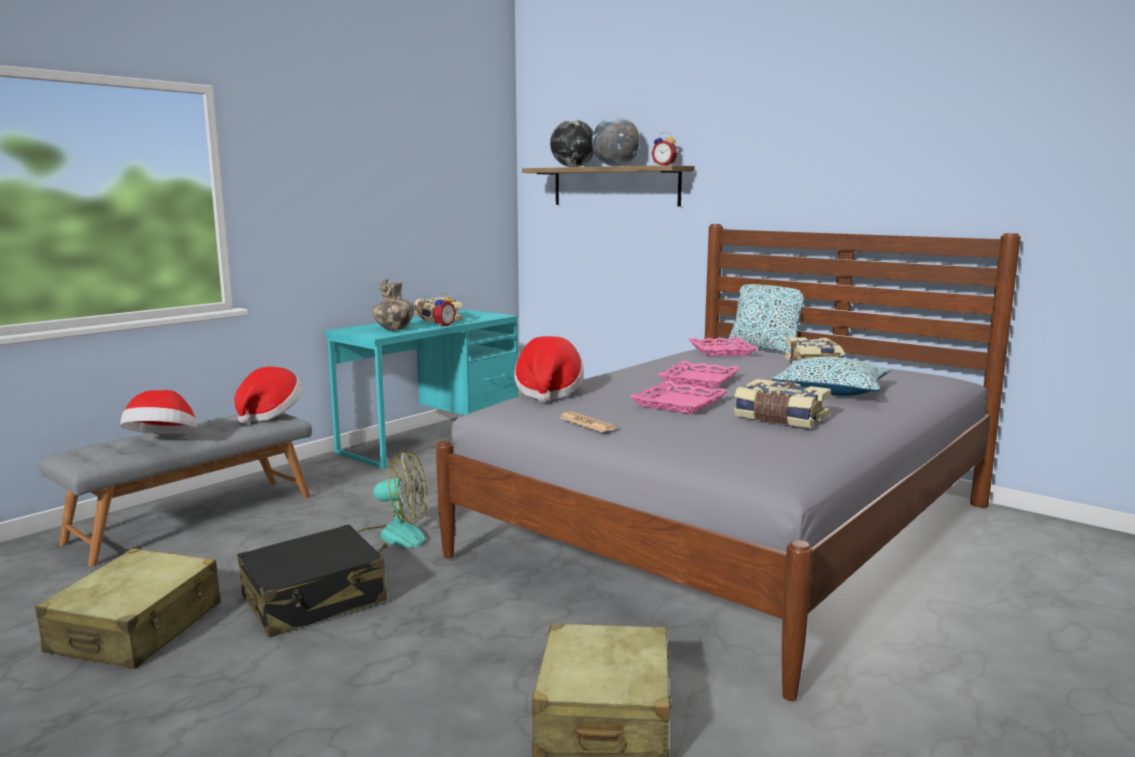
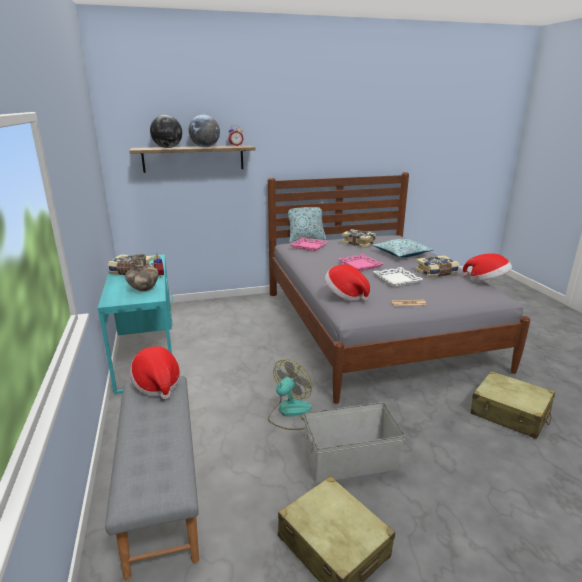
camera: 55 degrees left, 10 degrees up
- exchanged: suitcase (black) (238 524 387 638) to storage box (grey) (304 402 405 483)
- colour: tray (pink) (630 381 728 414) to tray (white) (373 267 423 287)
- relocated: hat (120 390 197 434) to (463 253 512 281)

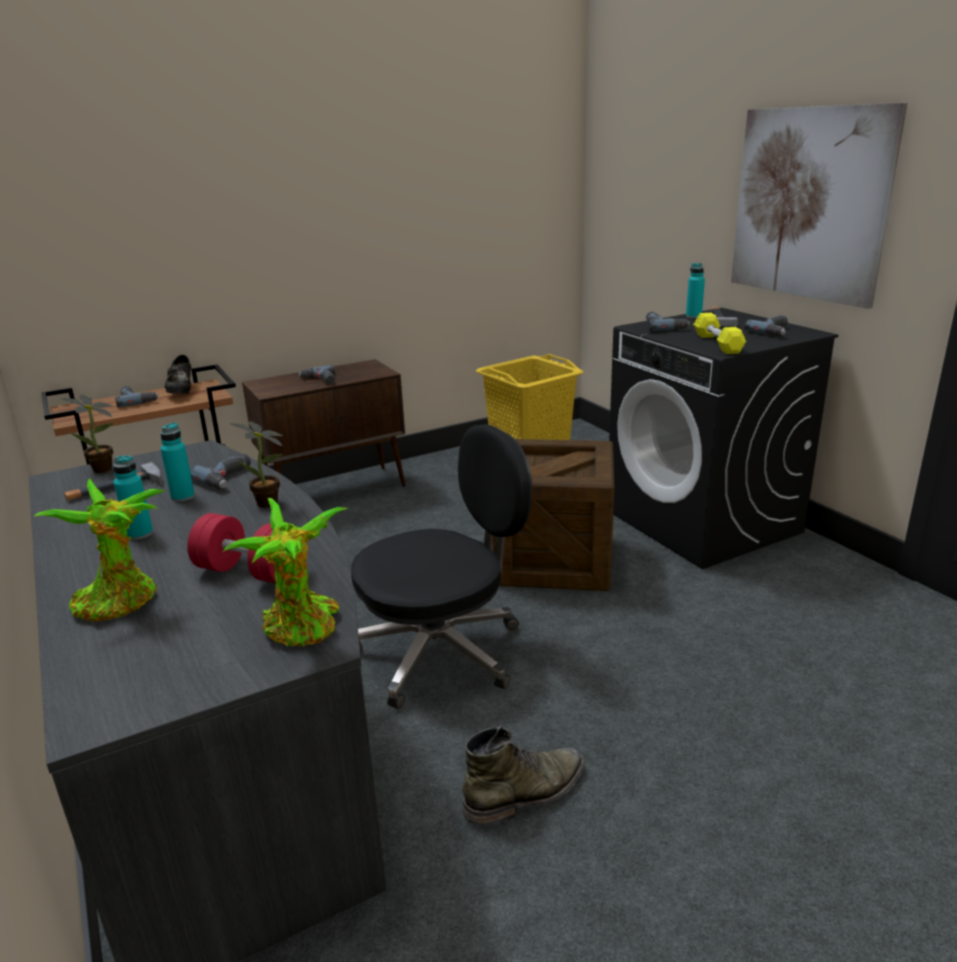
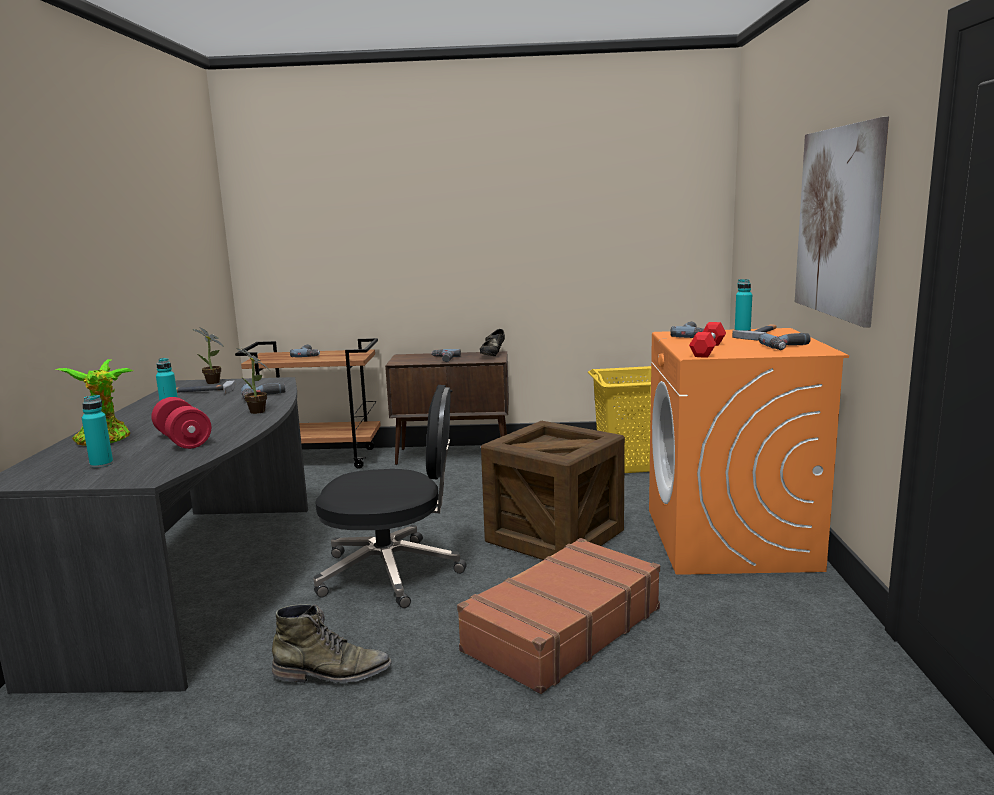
camera: 30 degrees right, 10 degrees down
- relocated: bottle (turquoise) (160 423 195 502) to (82 395 113 468)
- appeared: suitcase (brown) (457 538 660 694)
- relocated: shoe (black) (165 355 191 394) to (480 329 505 356)
- colour: washing machine (black) (609 308 838 569) to washing machine (orange) (649 328 849 575)
- colour: dumbbell (yellow) (693 313 746 354) to dumbbell (red) (689 322 726 358)
- missing: potted plant (222 498 349 646)

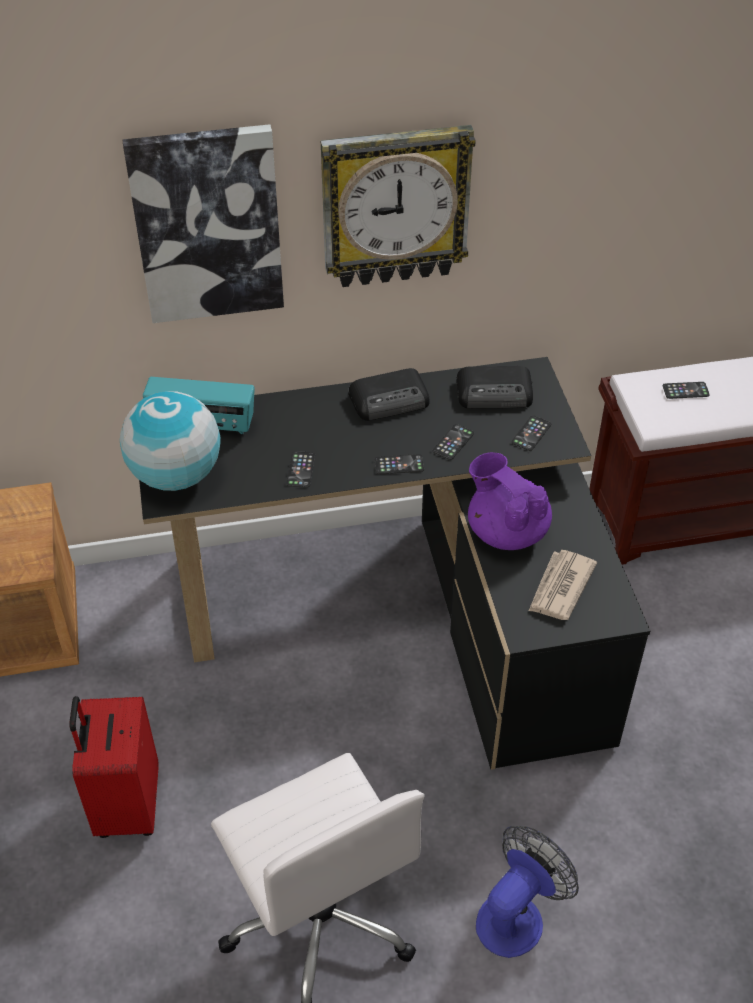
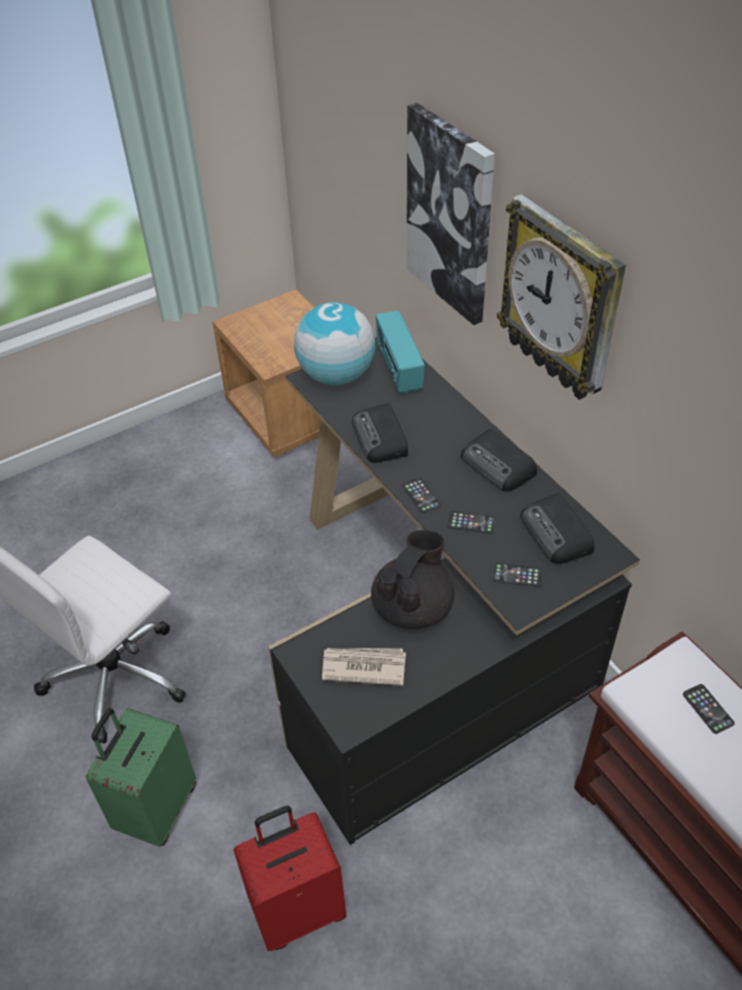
camera: 70 degrees right, 0 degrees up
- exchanged: fan (476 826 579 958) to suitcase (green) (86 708 196 847)
- relocated: suitcase (red) (69 696 159 838) to (234 805 346 951)
- exchanged: phone (286 451 315 488) to radio (352 403 408 463)
- colour: teapot (purple) (468 452 552 550) to teapot (black) (371 530 455 629)

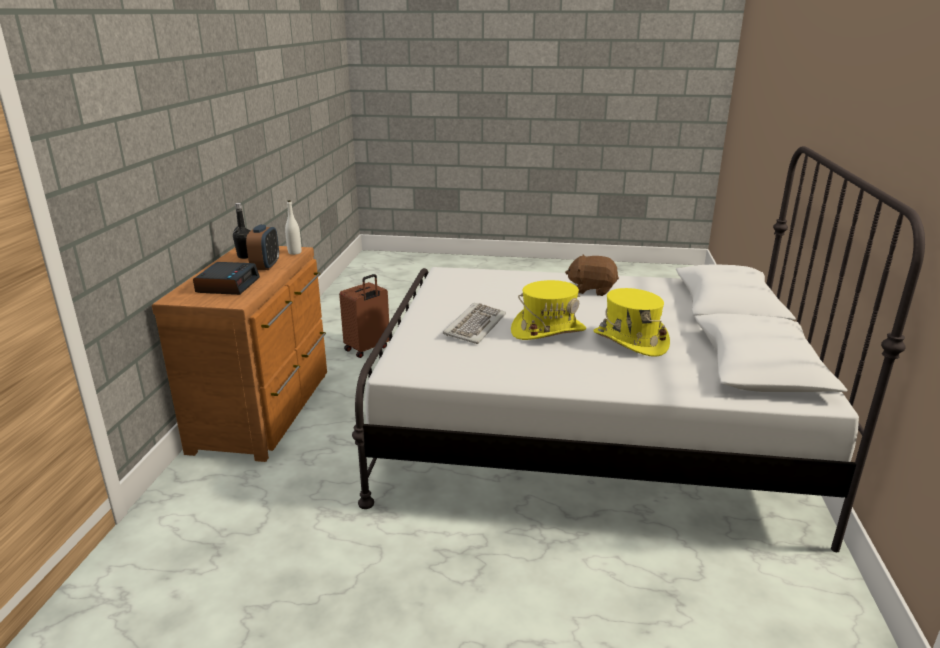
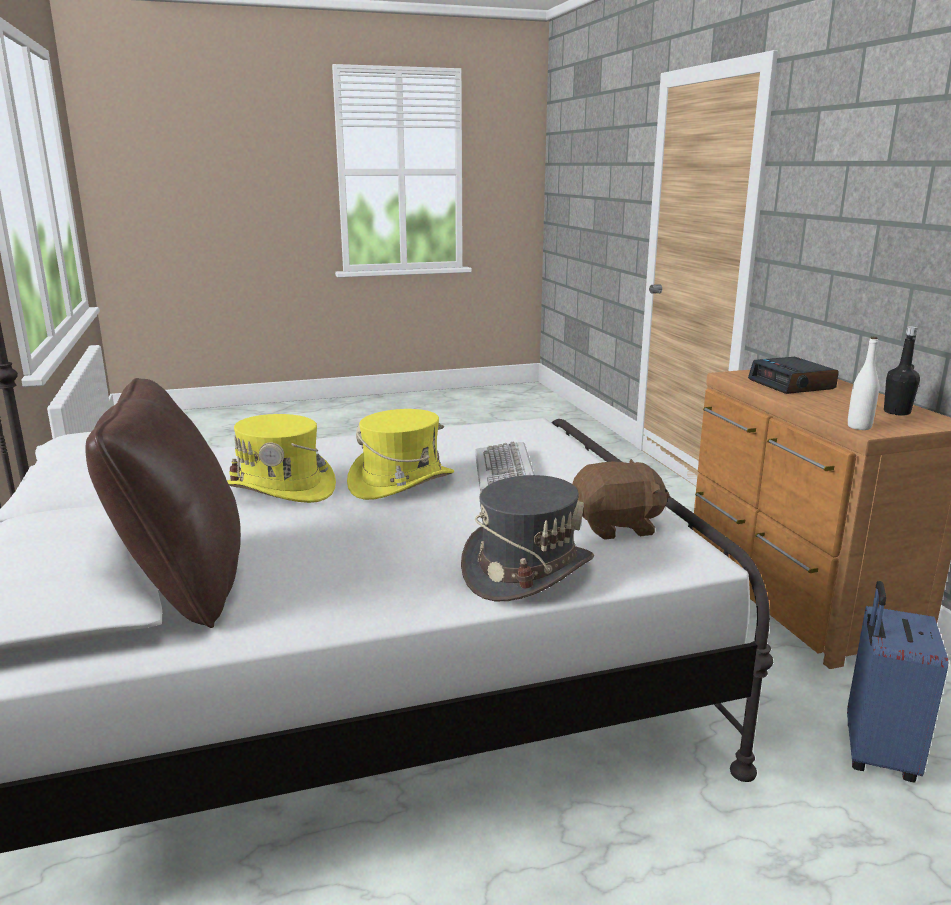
camera: 155 degrees right, 5 degrees down
- appeared: pillow (brown) (85 378 241 628)
- appeared: hat (grey) (461 475 594 601)
- relocated: plush toy (brown) (565 255 619 296) to (573 459 669 540)
- colour: suitcase (brown) (339 274 389 358) to suitcase (blue) (847 581 948 782)
- missing: alarm clock (246 225 279 270)

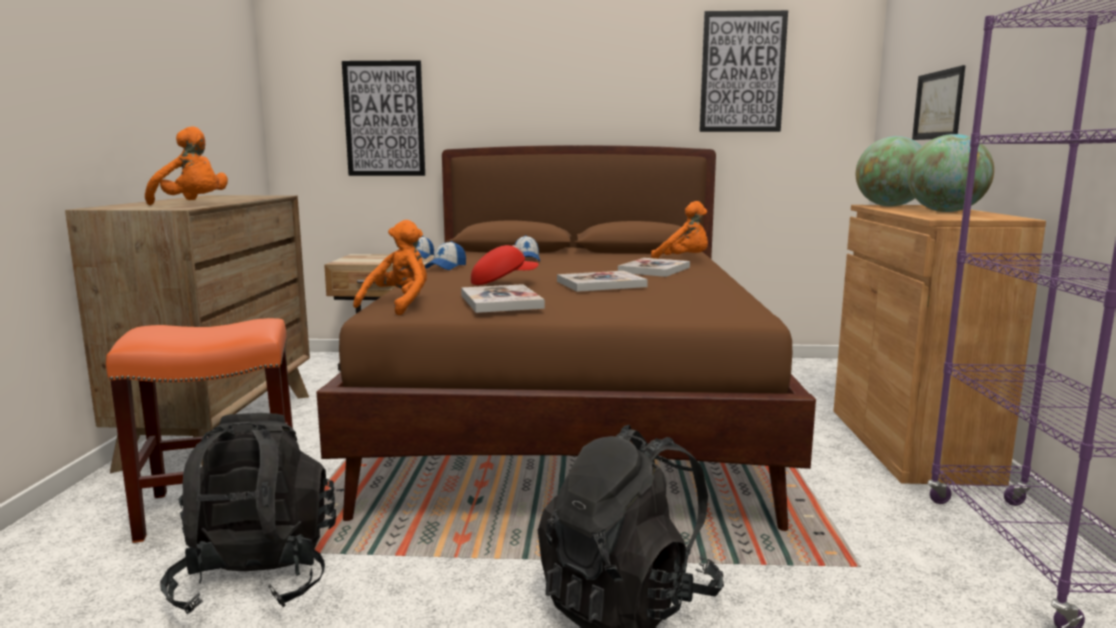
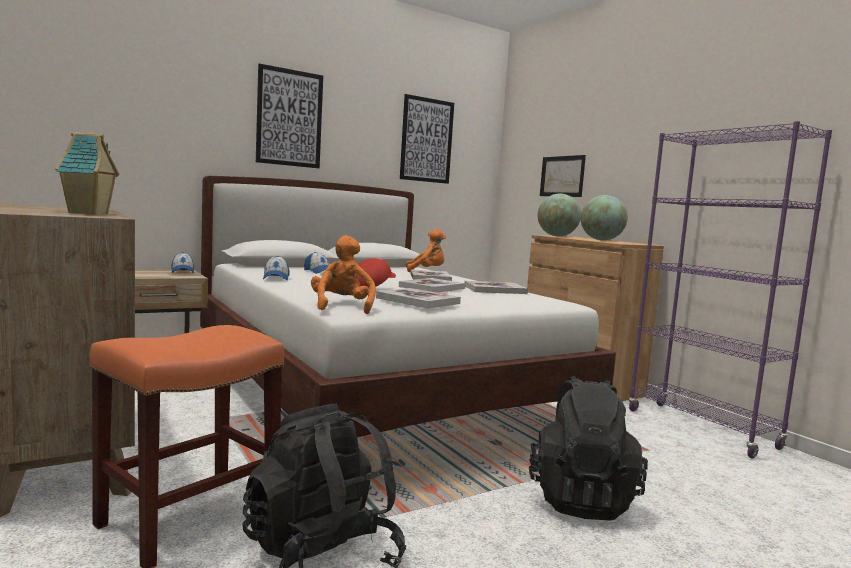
camera: 35 degrees left, 5 degrees down
- exchanged: plush toy (orange) (145 126 228 205) to toy house (55 132 119 215)
- colour: bed (brown) (316 145 816 531) to bed (white) (200 176 616 437)
- relocated: picture (342 60 425 176) to (256 64 323 168)
- appeared: book (464 281 528 294)

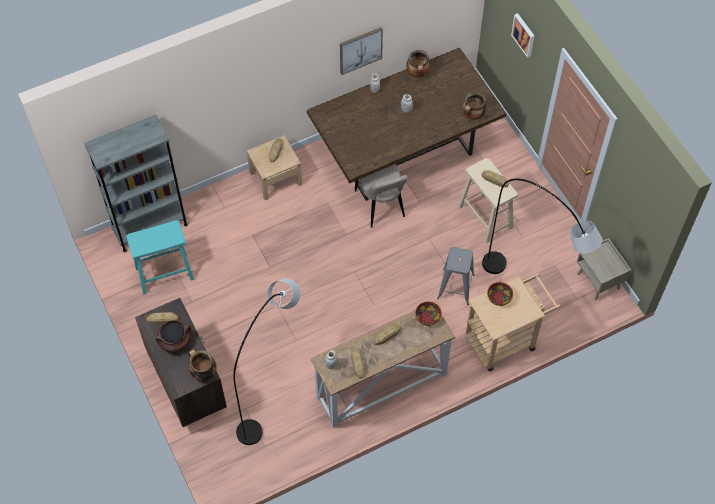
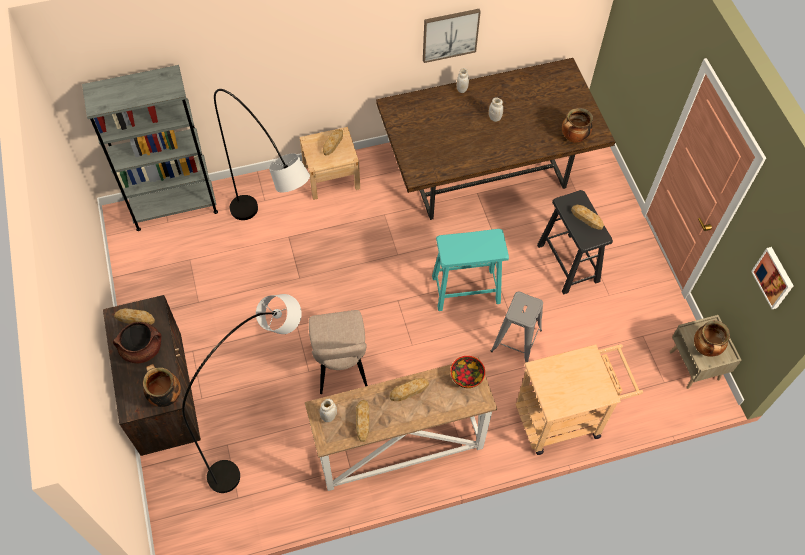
camera: 10 degrees right, 0 degrees up
- relocated: floor lamp (grey) (482 179 602 274) to (214 89 310 220)
- relocated: chair (beige) (355 164 408 228) to (309 310 368 394)
- relocated: stool (turquoise) (126 220 194 294) to (432 229 509 311)
- colour: stool (beige) (458 158 518 243) to stool (black) (537 190 613 294)
- relocated: cooking pot (406 50 430 78) to (694 320 730 357)
- relocated: picture (511 13 534 58) to (751 247 794 309)
- missing: bowl (487 282 513 306)

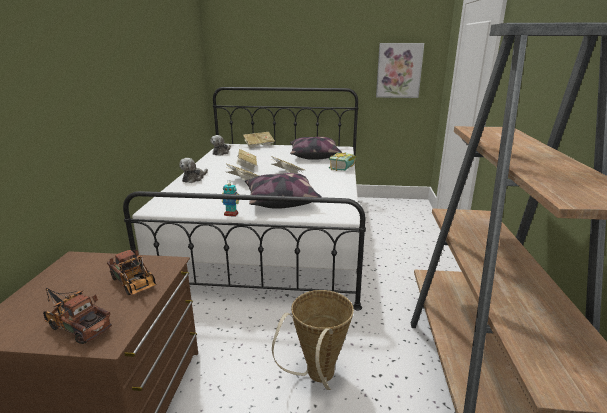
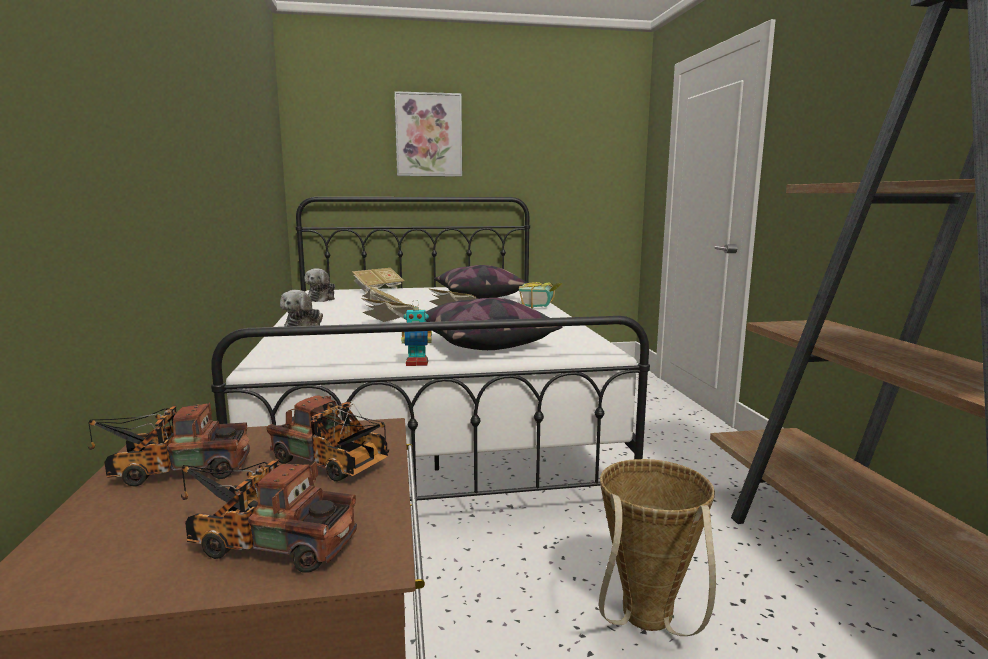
camera: 15 degrees left, 10 degrees down
- appeared: toy truck (88 402 250 487)
- relocated: picture (376 43 424 98) to (394 91 462 177)

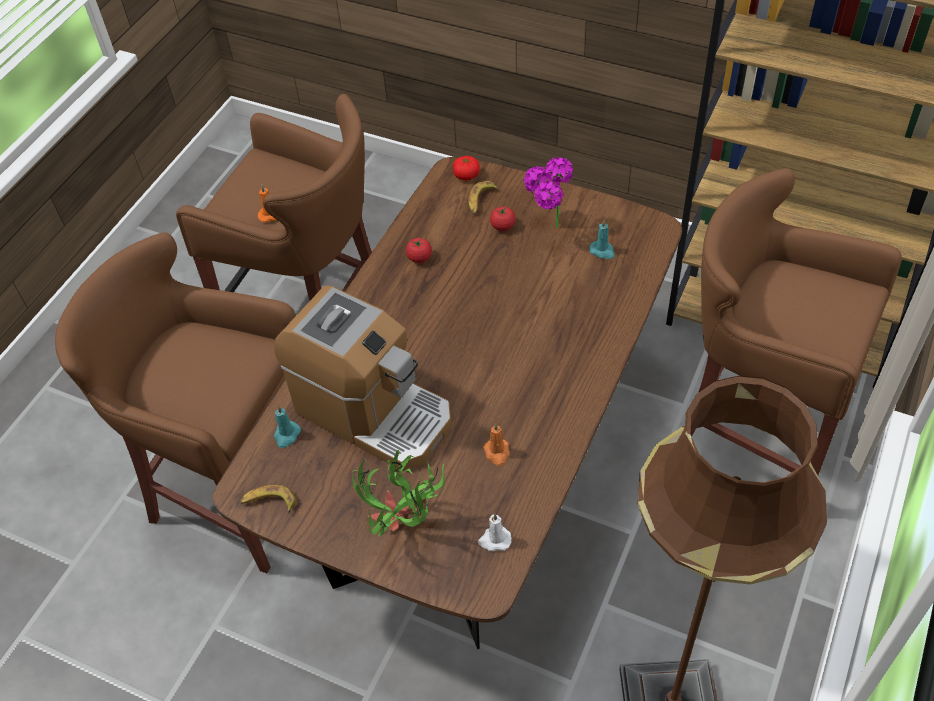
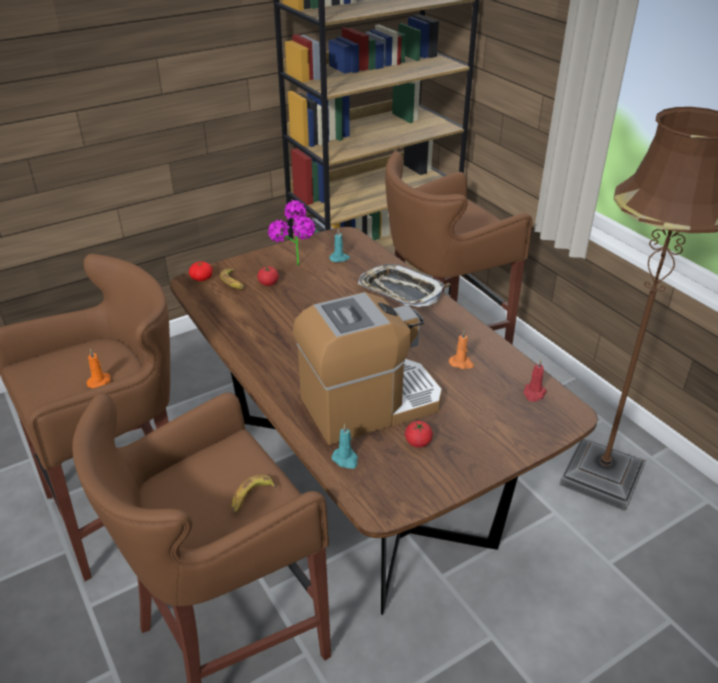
camera: 60 degrees left, 15 degrees down
- relocated: banana (240 485 296 514) to (232 475 276 514)
- appeared: tray (358 264 445 307)
- relocated: tomato (406 238 432 263) to (405 421 433 448)
- colour: candle (white) (478 513 512 551) to candle (red) (523 359 547 402)
- missing: potted plant (352 450 446 536)

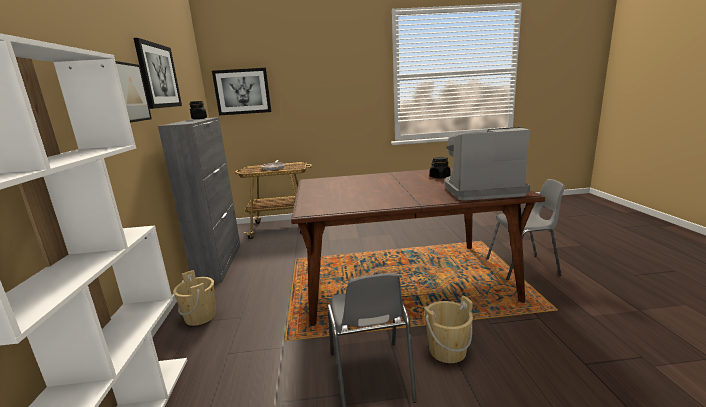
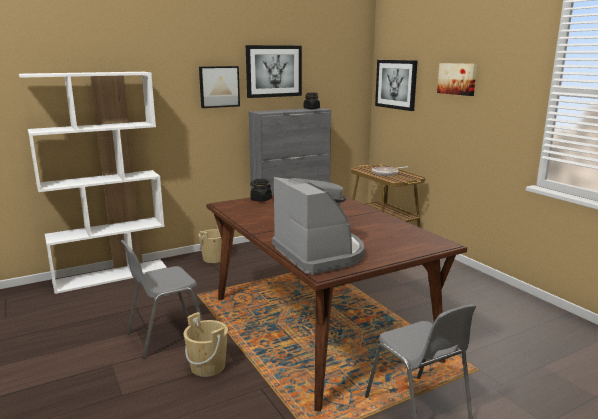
camera: 65 degrees right, 0 degrees up
- relocated: jar (black) (430 157 451 179) to (250 179 272 202)
- appeared: picture (437 63 477 96)

